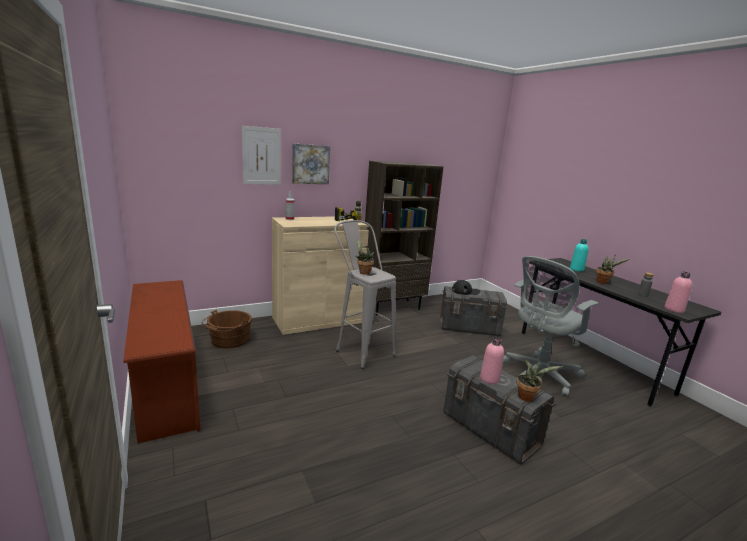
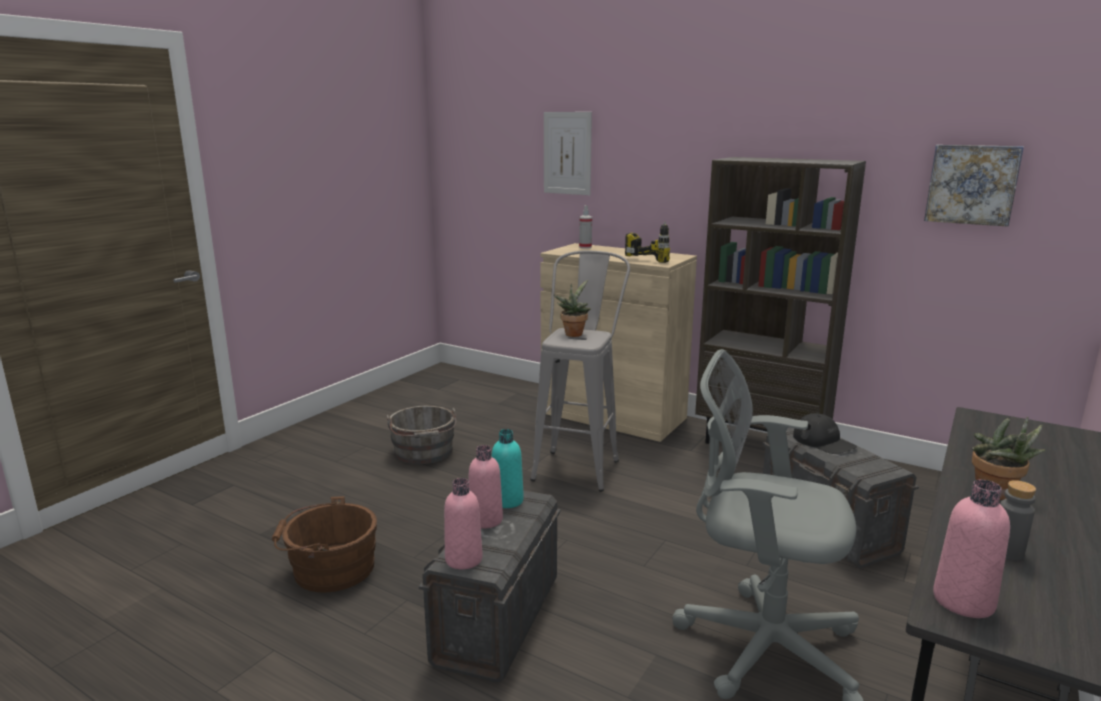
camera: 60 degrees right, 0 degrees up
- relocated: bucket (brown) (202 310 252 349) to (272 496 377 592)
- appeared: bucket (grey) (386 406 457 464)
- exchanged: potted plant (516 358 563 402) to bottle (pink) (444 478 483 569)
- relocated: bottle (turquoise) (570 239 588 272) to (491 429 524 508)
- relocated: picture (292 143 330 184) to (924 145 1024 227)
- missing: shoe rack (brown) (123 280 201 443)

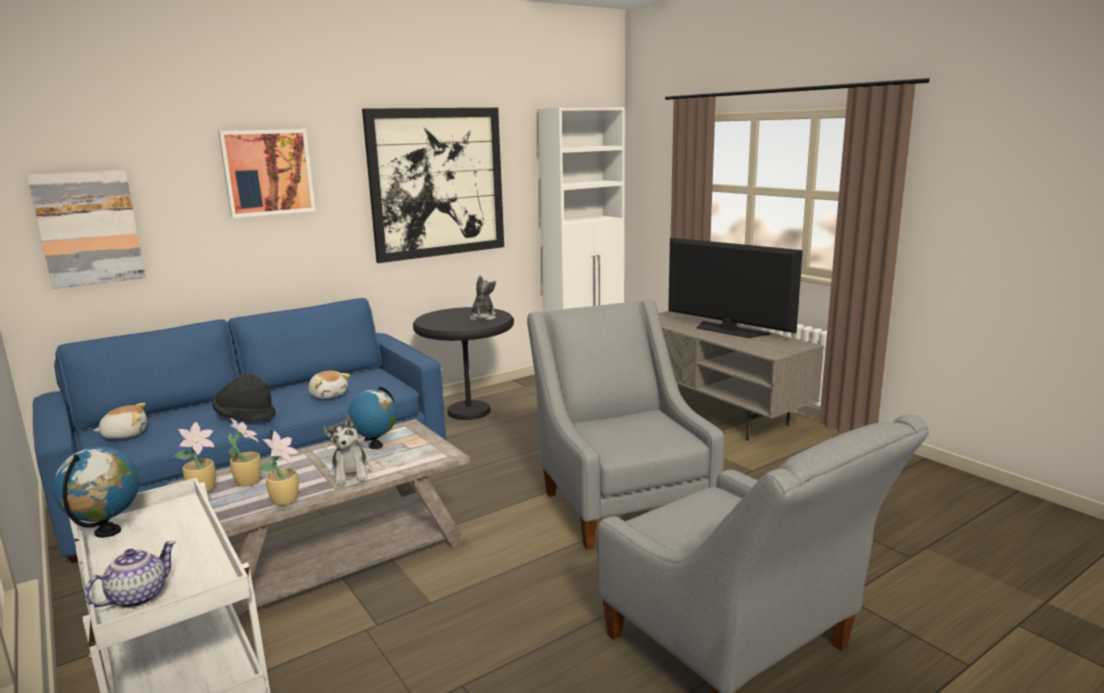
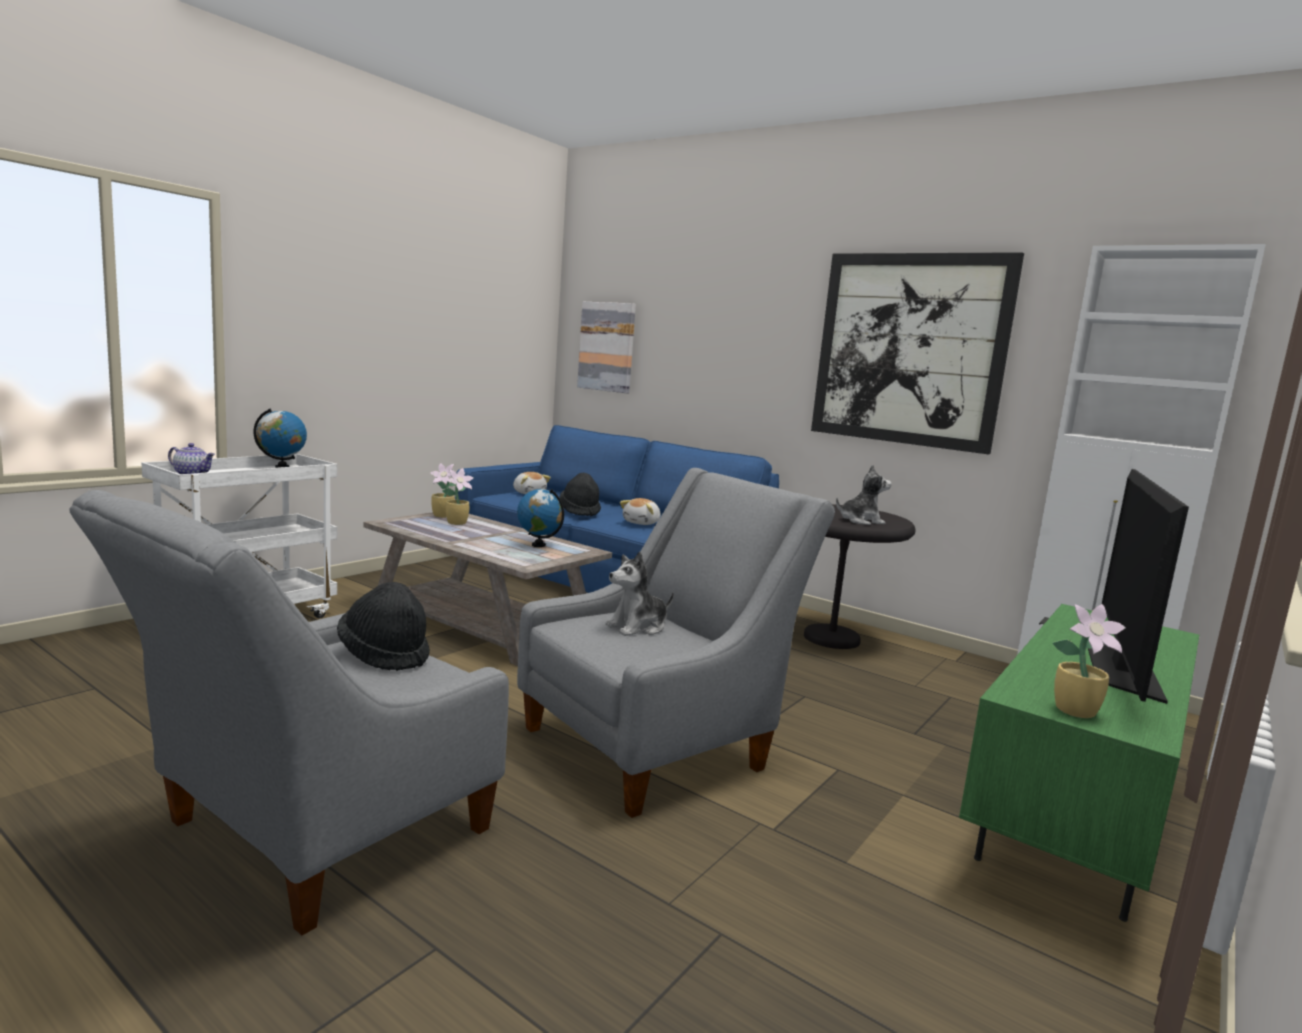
camera: 70 degrees right, 5 degrees down
- appeared: hat (black) (337 582 430 671)
- relocated: plush toy (323 414 372 485) to (606 551 674 636)
- colour: tv stand (grey) (658 311 824 441) to tv stand (green) (959 604 1199 922)
- relocated: potted plant (259 431 299 505) to (1052 604 1126 718)
- missing: picture (218 129 315 218)

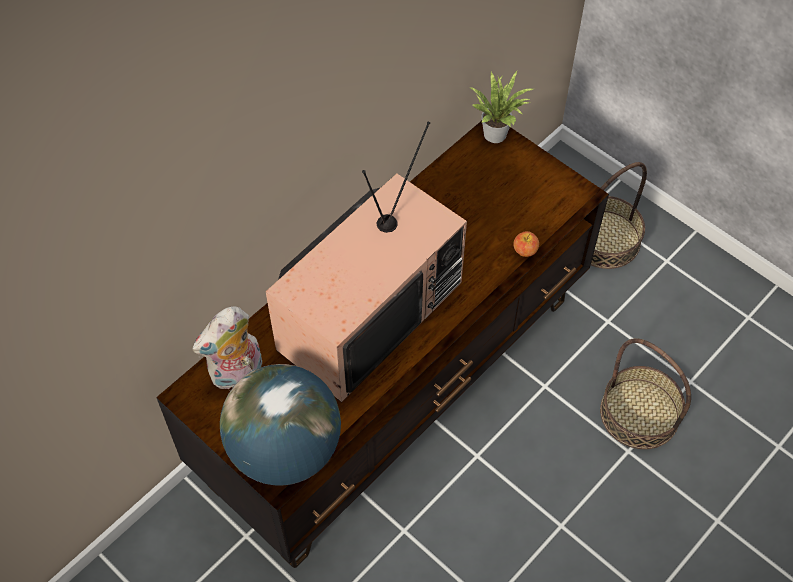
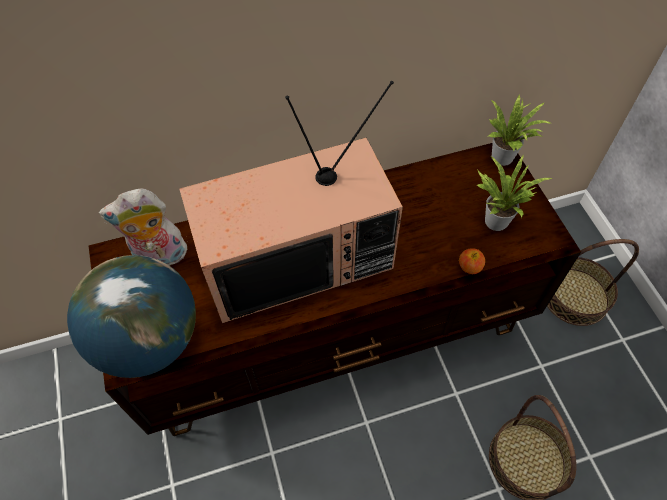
camera: 30 degrees right, 0 degrees up
- appeared: potted plant (476 154 552 231)

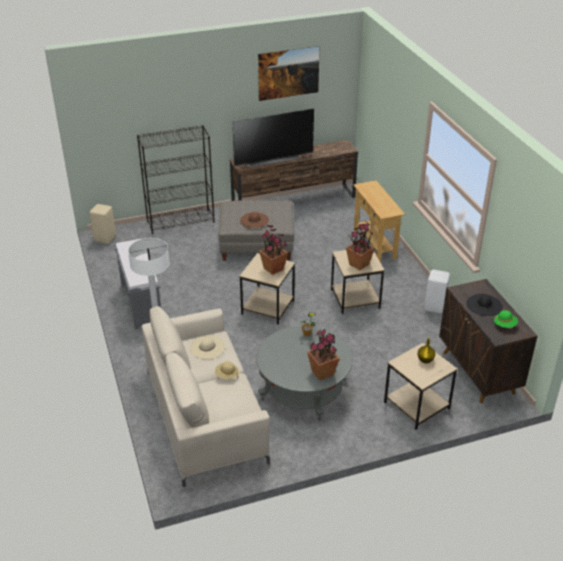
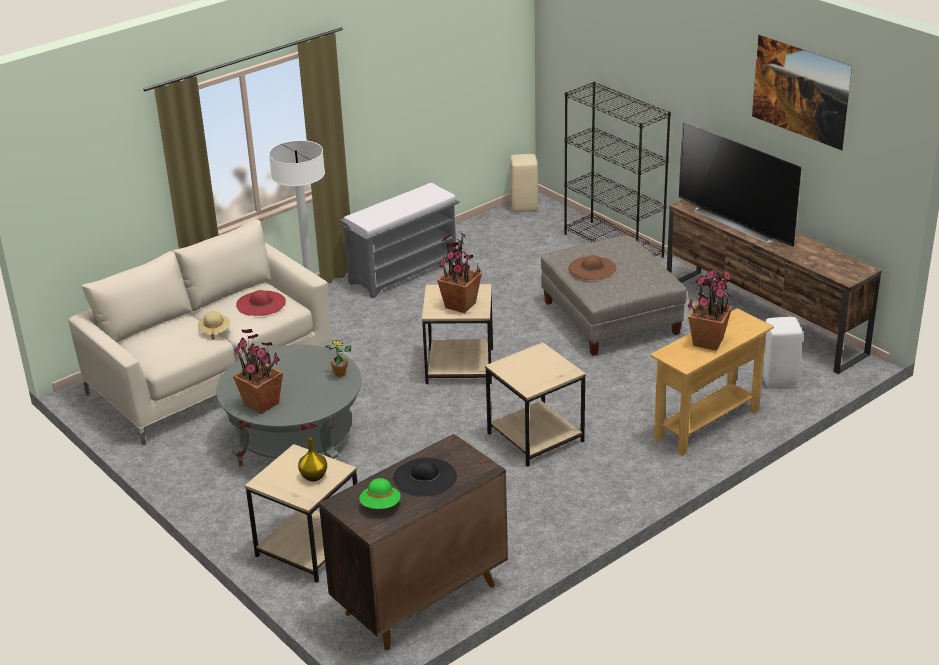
camera: 70 degrees right, 5 degrees down
- colour: hat (beige) (190 336 225 359) to hat (red) (236 290 286 316)
- relocated: potted plant (346 222 375 270) to (688 269 733 351)
- relocated: stool (white) (424 270 450 314) to (762 317 803 387)

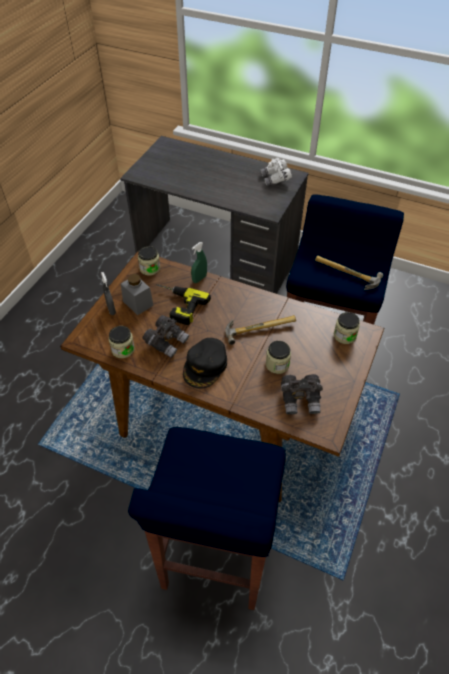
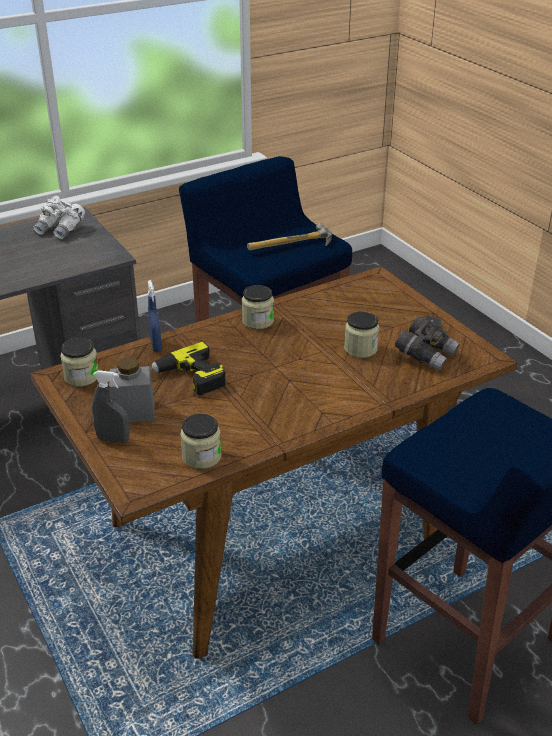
camera: 55 degrees left, 15 degrees down
- colour: spray bottle (green) (191 242 207 283) to spray bottle (blue) (148 280 162 352)
- relocated: jar (334 312 360 344) to (242 285 274 329)
- missing: binoculars (grey) (143 315 189 358)
- missing: cap (black) (183 338 227 389)
- missing: hammer (225 315 296 345)

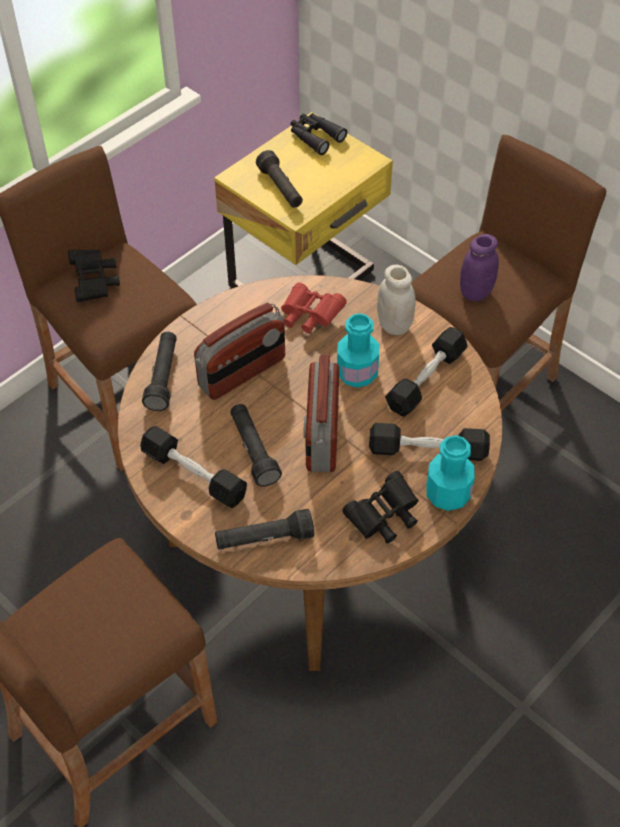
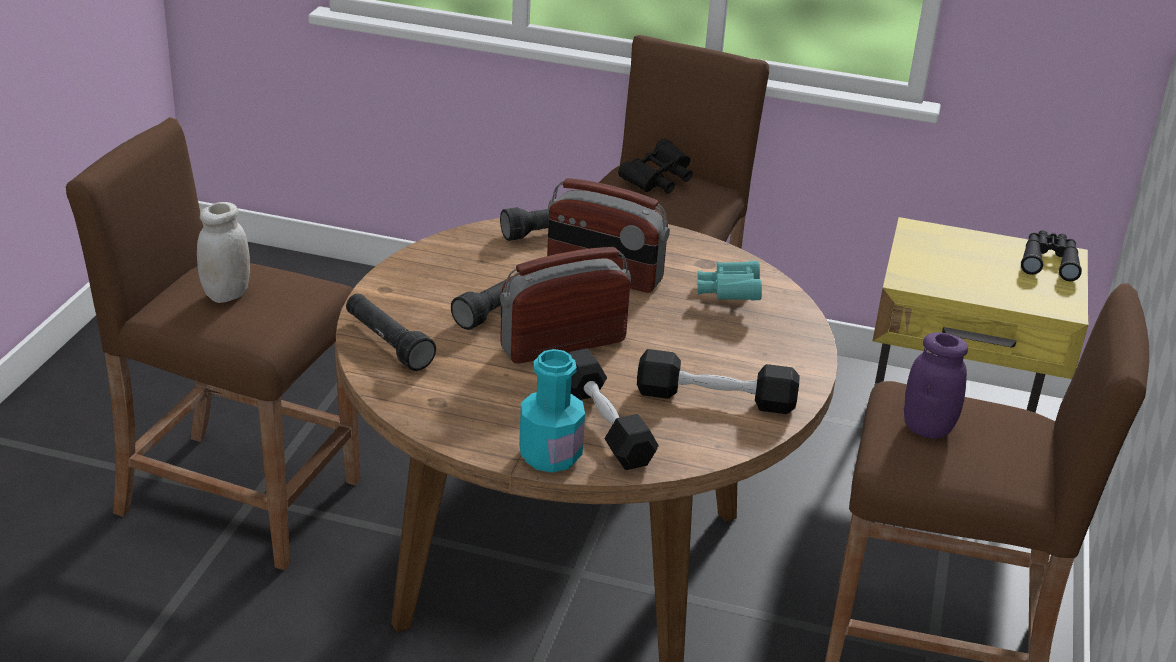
camera: 60 degrees right, 20 degrees down
- relocated: jar (white) (377 265 416 335) to (197 202 250 303)
- colour: binoculars (red) (281 282 347 333) to binoculars (turquoise) (698 261 762 301)
- missing: dumbbell (black) (140 426 247 508)
- missing: flashlight (black) (256 150 303 208)
- missing: bottle (turquoise) (337 313 379 388)
- missing: binoculars (black) (342 471 419 543)

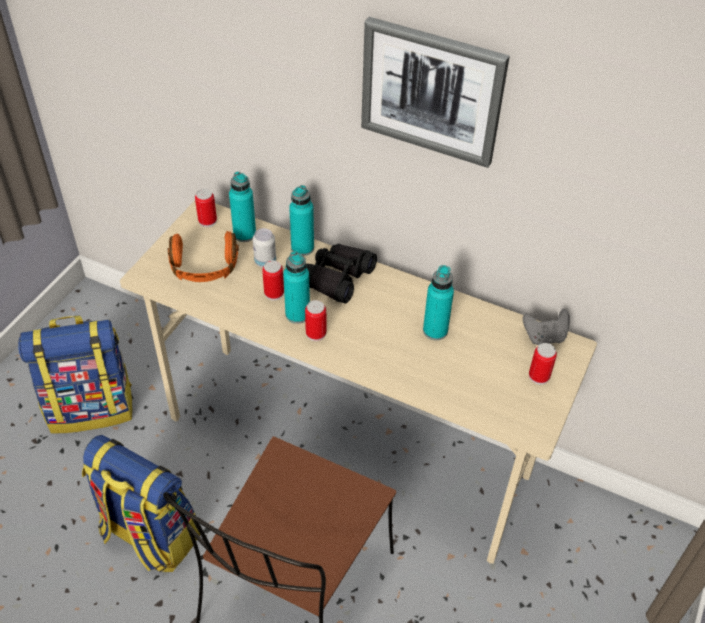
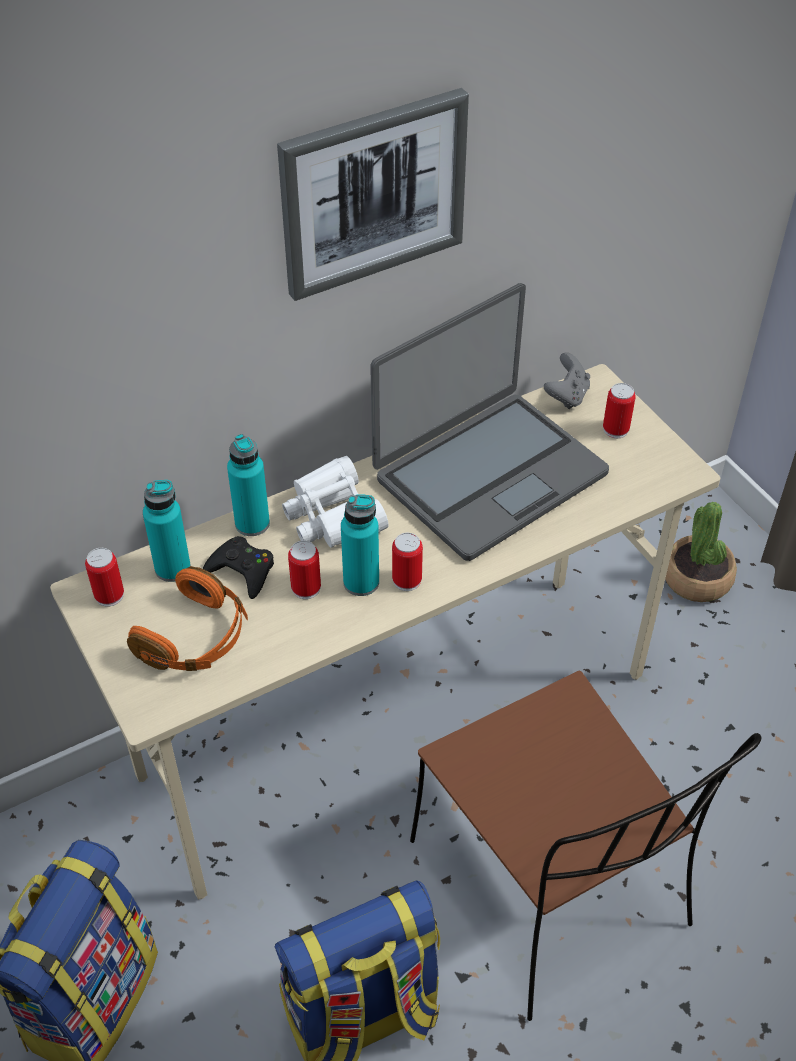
camera: 55 degrees left, 0 degrees up
- exchanged: can (253 228 276 267) to game controller (black) (203 536 274 599)
- colour: binoculars (black) (306 244 377 304) to binoculars (white) (282 456 389 548)
- exchanged: bottle (turquoise) (423 265 454 340) to laptop (370 283 609 561)
- appeared: potted plant (665 501 737 602)

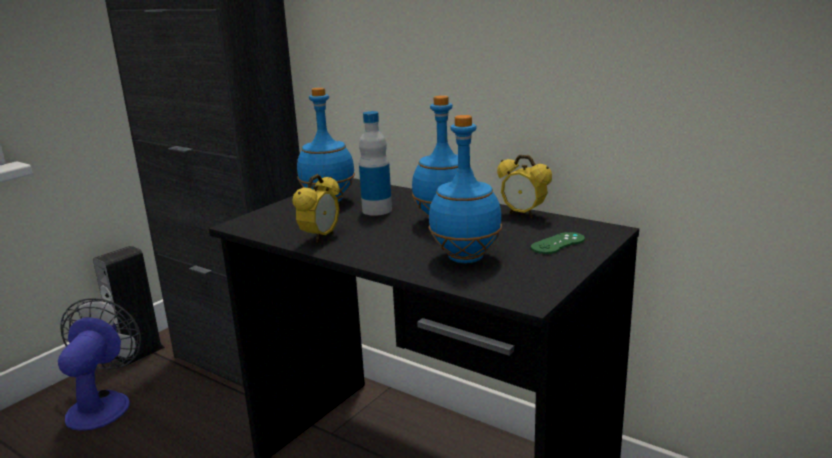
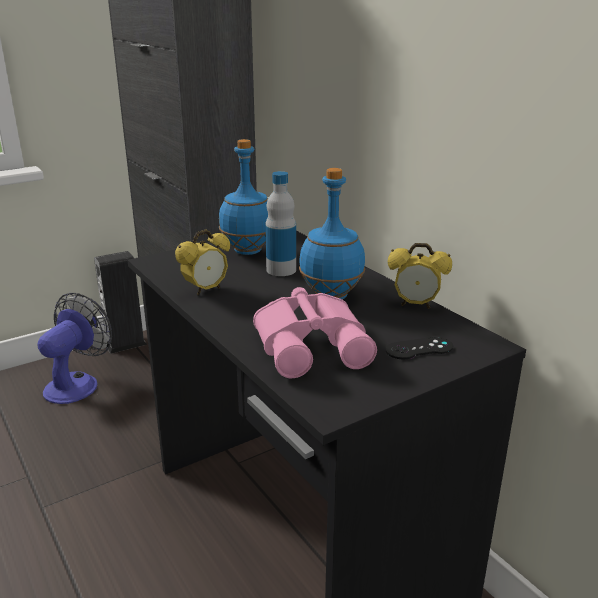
camera: 20 degrees right, 5 degrees up
- exchanged: bottle (blue) (428 115 502 263) to binoculars (pink) (253 287 377 378)
- colour: game controller (green) (531 232 585 254) to game controller (black) (386 337 453 359)
- spun: alarm clock (497 155 552 218) = (388 243 452 309) 45 degrees counterclockwise

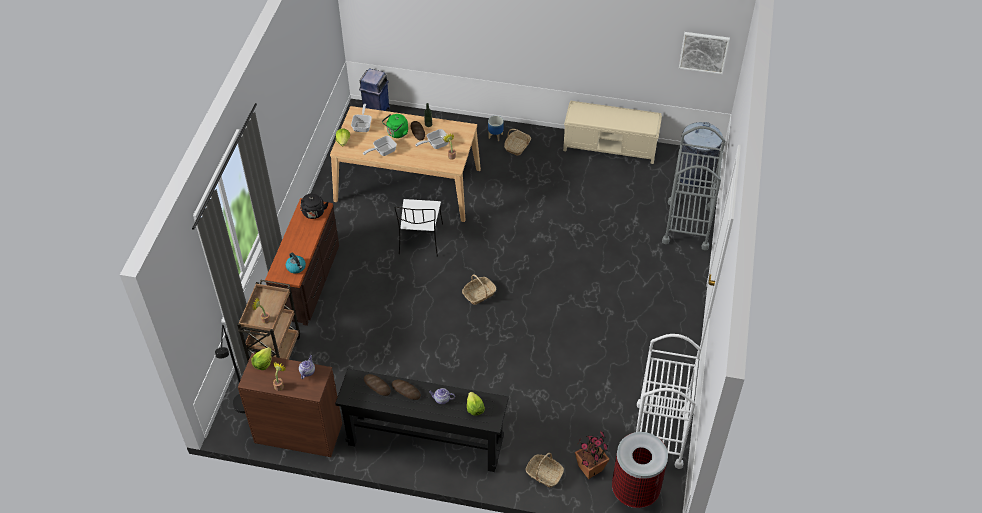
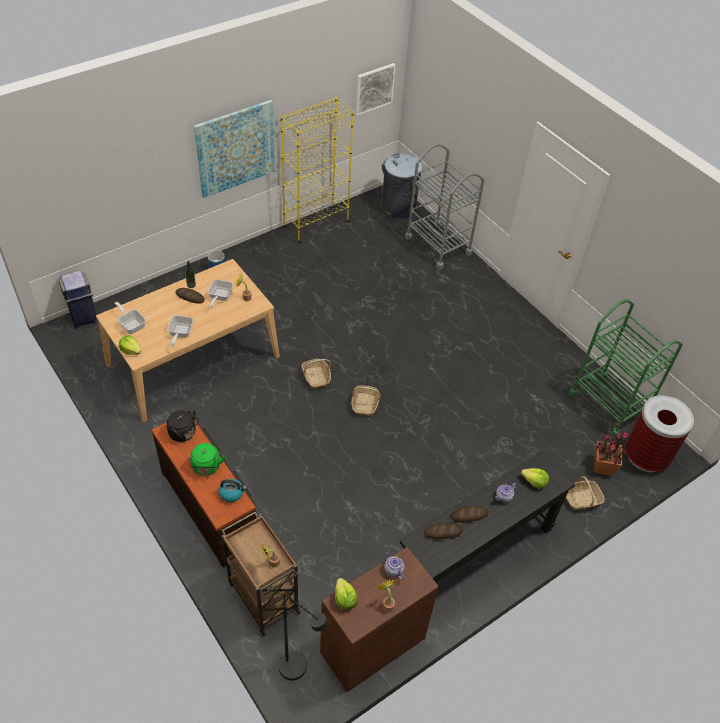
camera: 50 degrees left, 0 degrees up
- relocated: kettle (green) (382 114 408 138) to (189 443 226 476)
- appeared: picture (194 100 275 198)
- exchanged: bench (beige) (563 101 662 164) to bookcase (yellow) (281 97 354 243)
- relocated: basket (504 129 531 155) to (302 359 331 388)
- colour: cart (white) (636 334 701 469) to cart (green) (568 299 683 438)
- missing: chair (white) (394 199 443 257)

